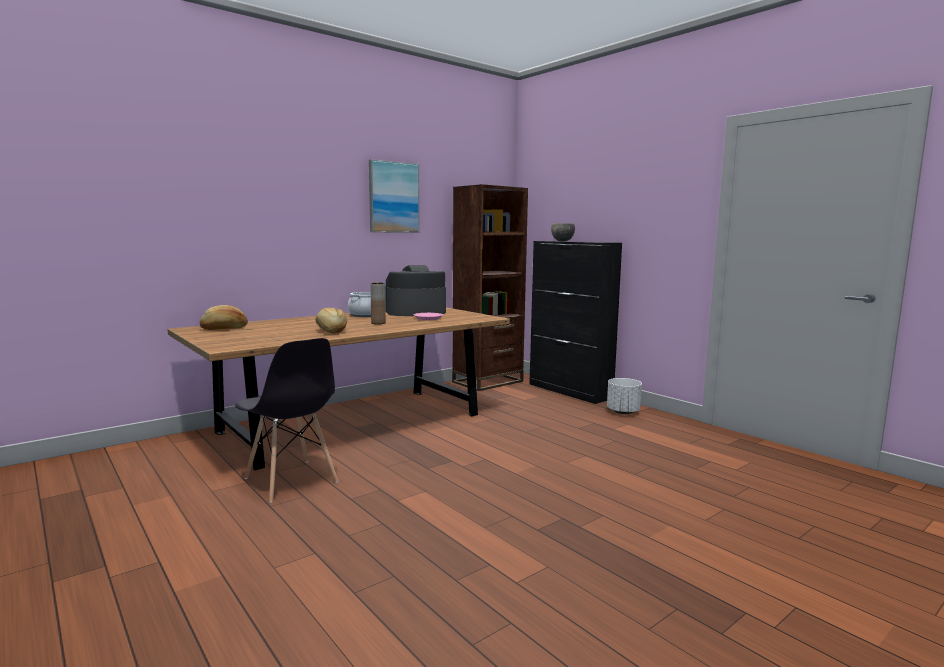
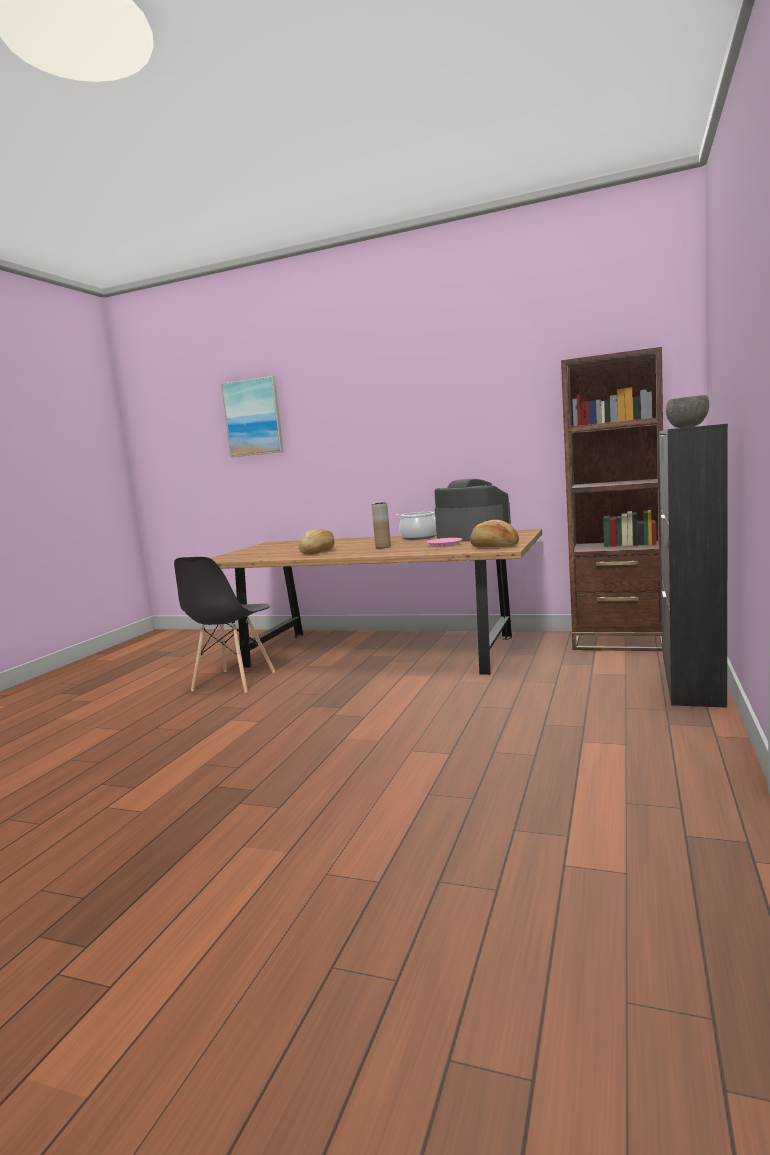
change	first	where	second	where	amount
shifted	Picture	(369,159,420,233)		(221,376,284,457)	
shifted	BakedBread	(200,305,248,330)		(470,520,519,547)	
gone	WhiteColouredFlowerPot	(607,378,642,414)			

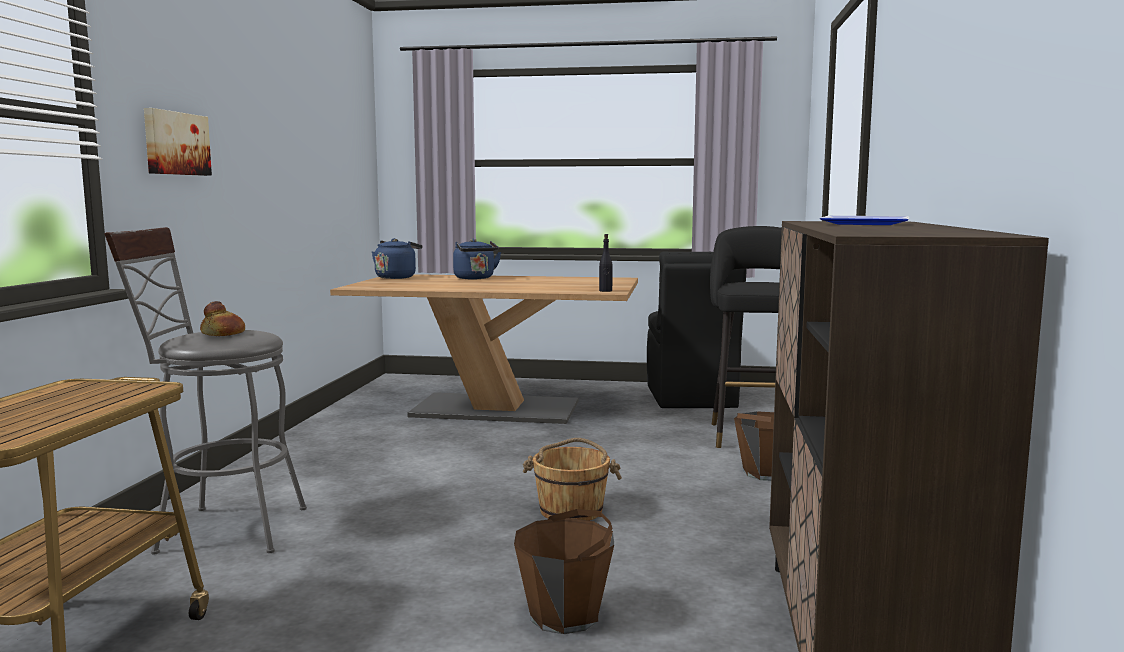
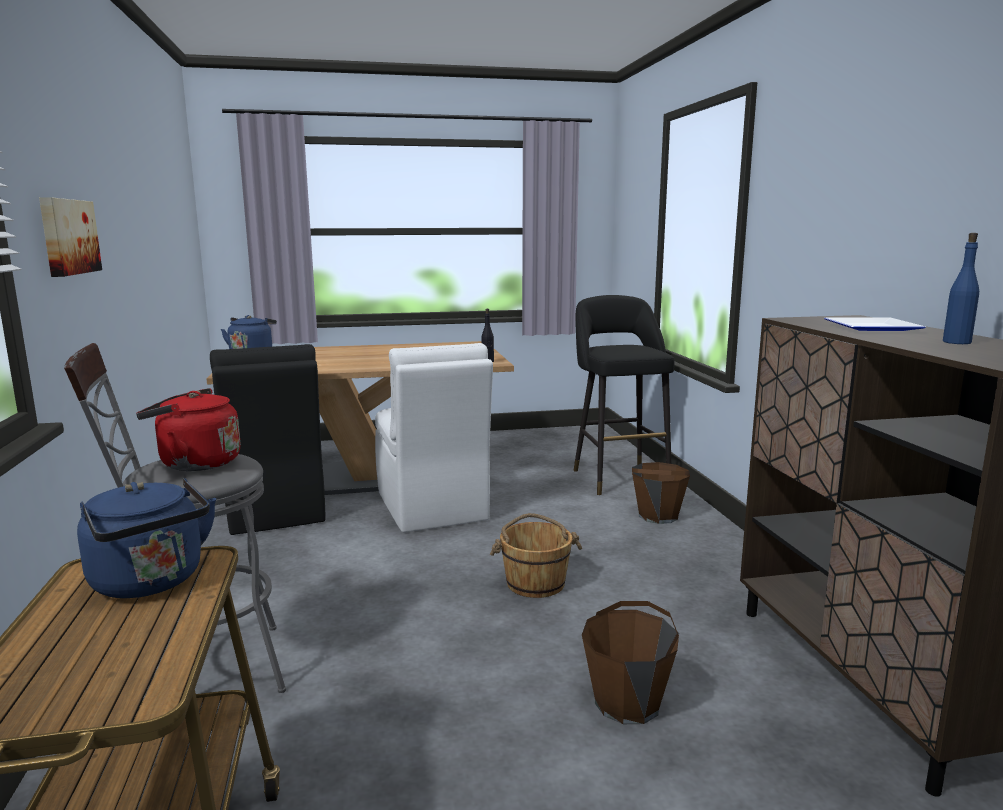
change	first	where	second	where	amount
shifted	BlueColouredKettle	(453,239,501,279)		(77,478,216,598)	
swapped	BakedBread	(200,301,245,336)	RedColouredKettle	(136,388,241,471)	
shifted	BlackColouredChair	(647,251,747,408)		(210,344,326,535)	
new			WhiteColouredChair	(375,343,493,532)	
new			BlueColouredDrinkBottle	(943,233,979,344)	

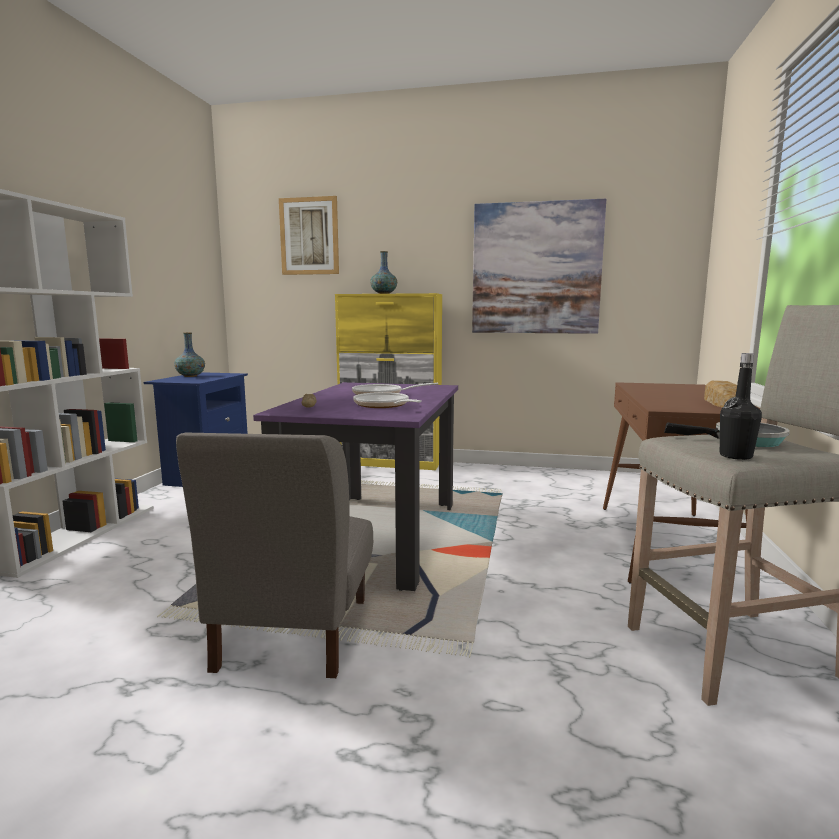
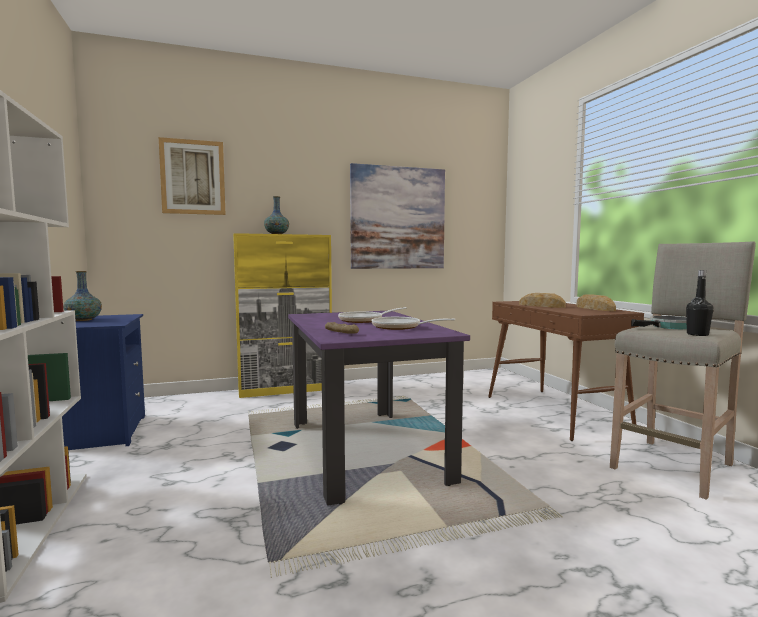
change	first	where	second	where	amount
new			BakedBread	(519,293,566,308)	
gone	GrayChair	(176,433,373,678)			

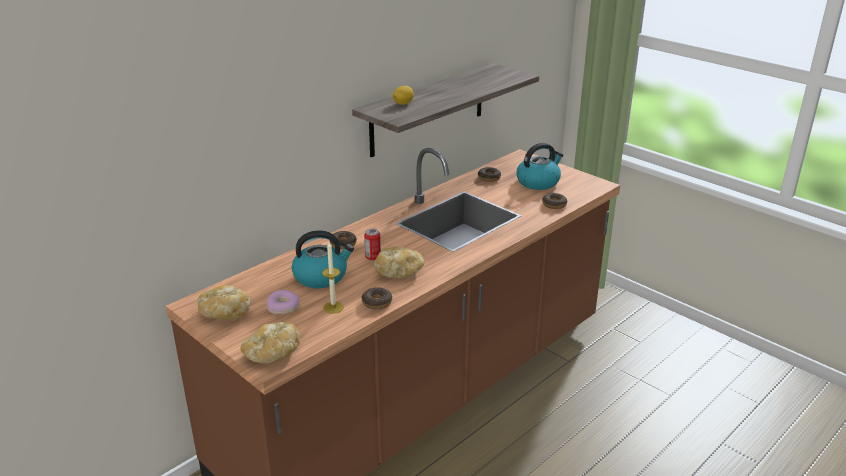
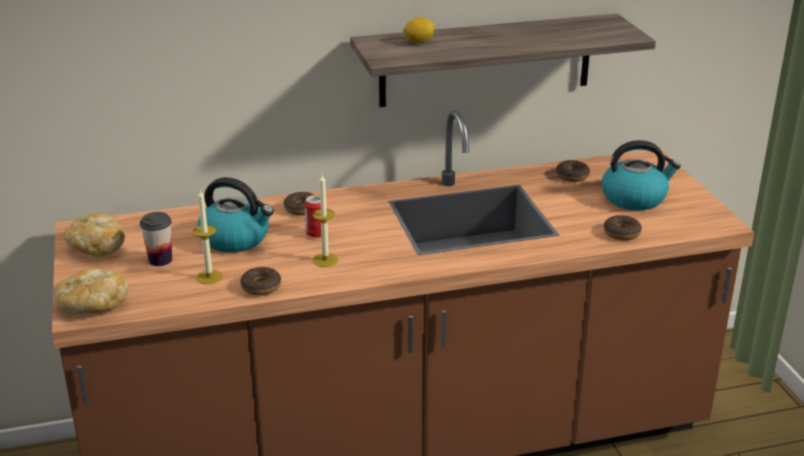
change	first	where	second	where	amount
swapped	Donut	(267,290,300,314)	DrinkingCup	(140,212,172,266)	
swapped	BakedBread	(374,247,424,279)	WaxCandle	(313,175,338,267)	

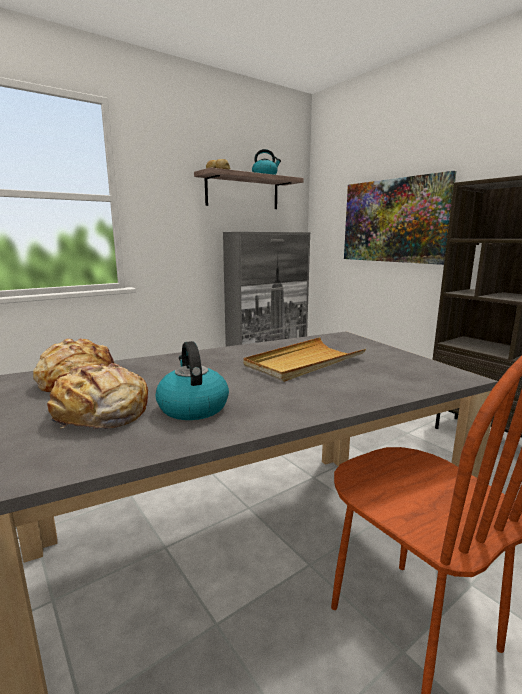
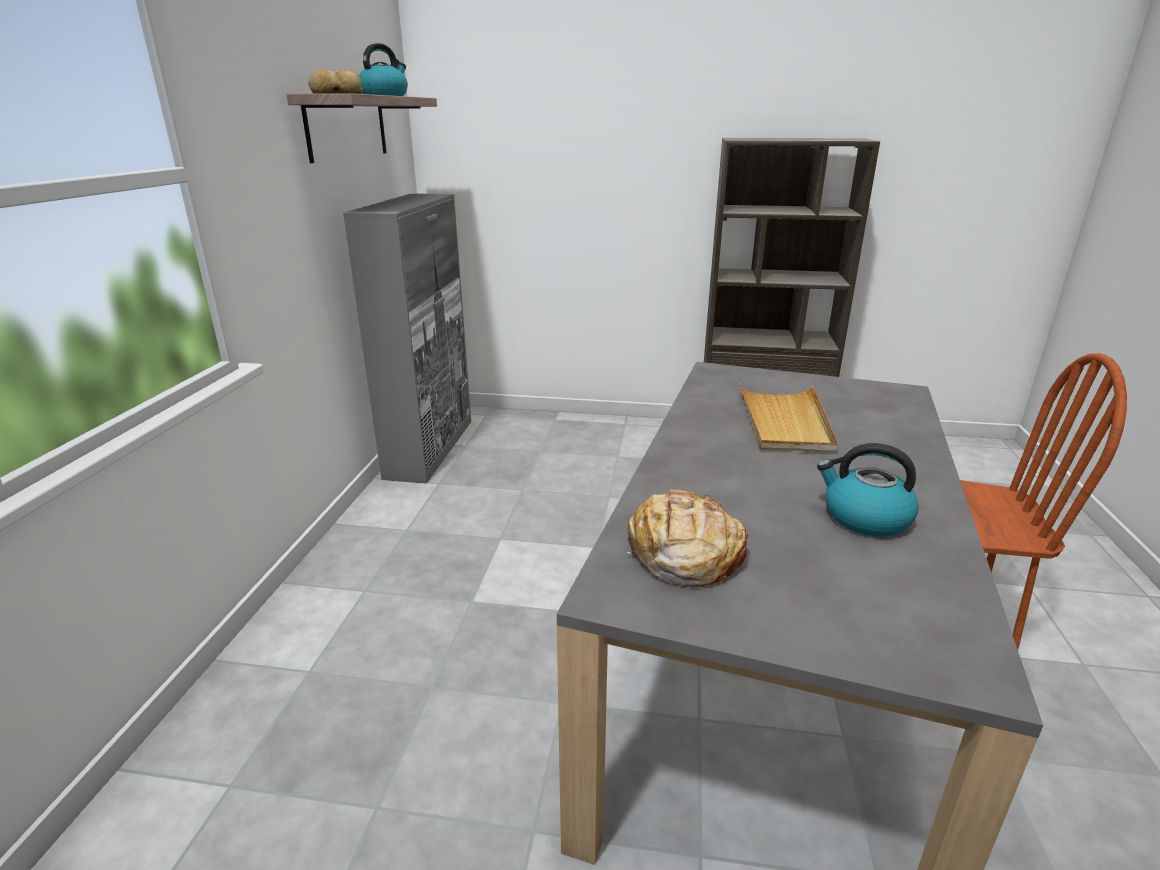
change	first	where	second	where	amount
gone	BakedBread	(47,363,148,429)			
gone	Picture	(344,171,456,265)			

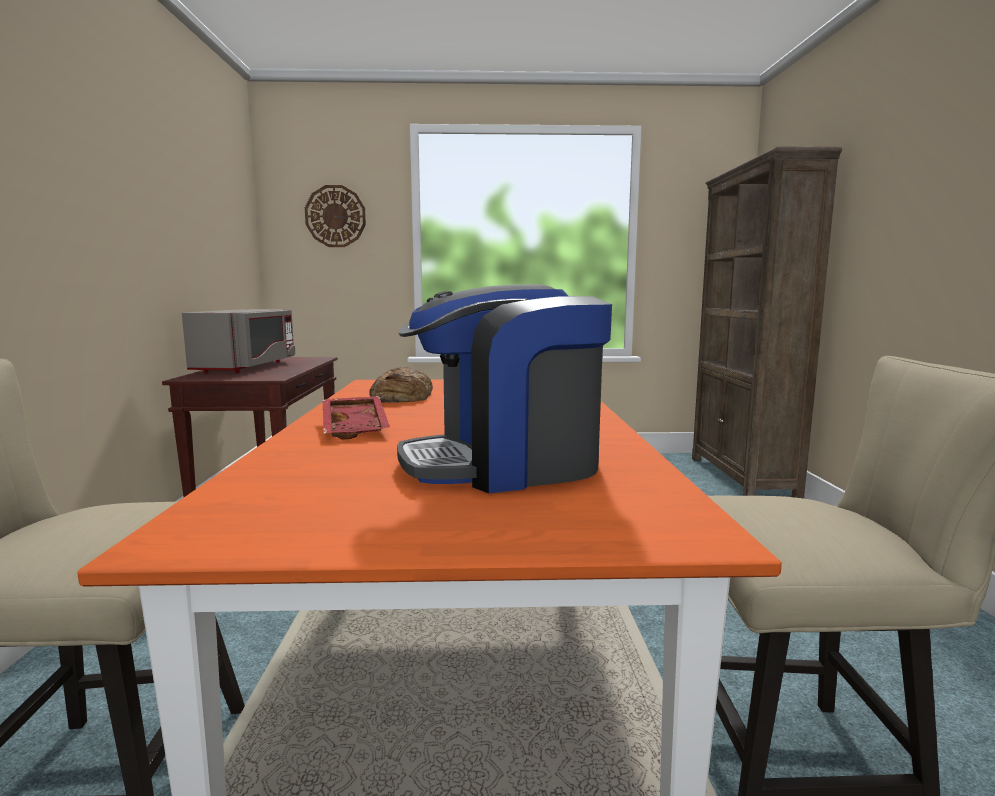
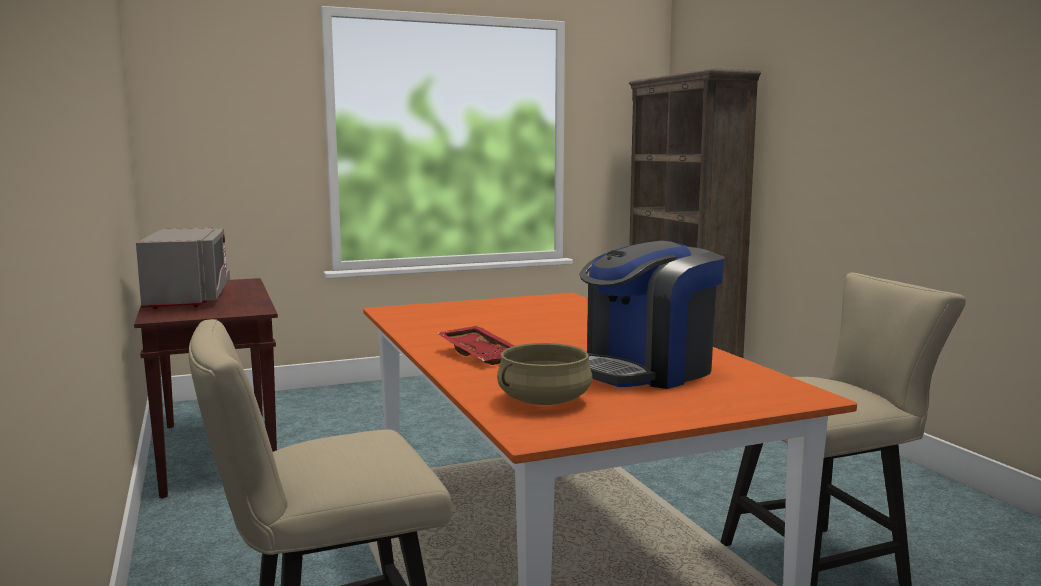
change	first	where	second	where	amount
new			BeigeStockpot	(497,343,593,405)	
gone	ClockOnTheWall	(305,185,366,247)			
gone	BakedBread	(369,367,433,403)			

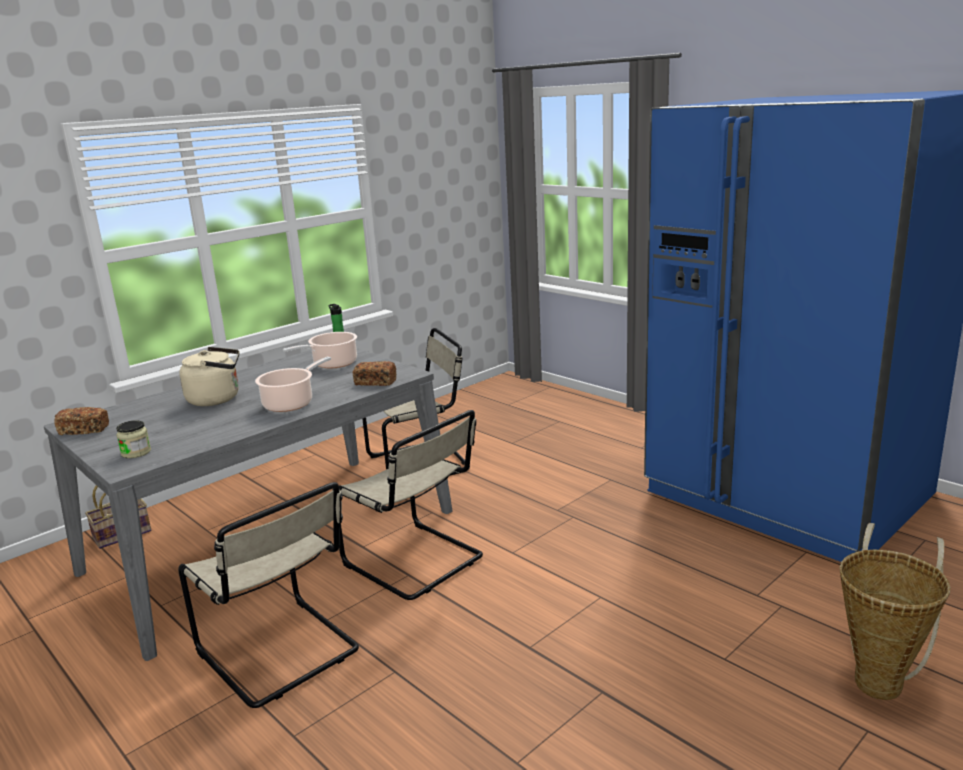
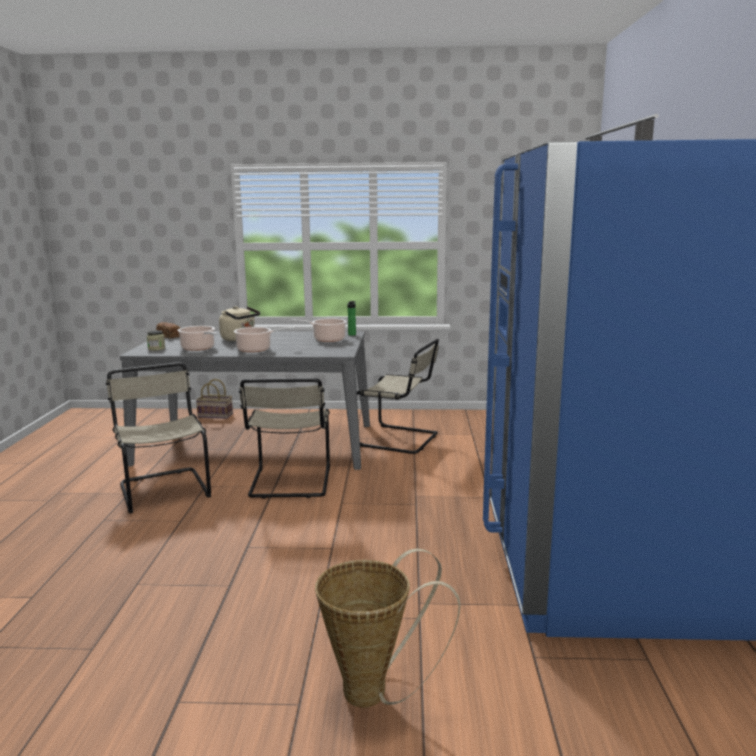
change	first	where	second	where	amount
rotated	BeigeChair	(178,482,359,708)		(106,362,211,513)	150 degrees clockwise
new			Stockpot	(177,326,217,351)	
gone	BakedBread	(353,361,396,386)			

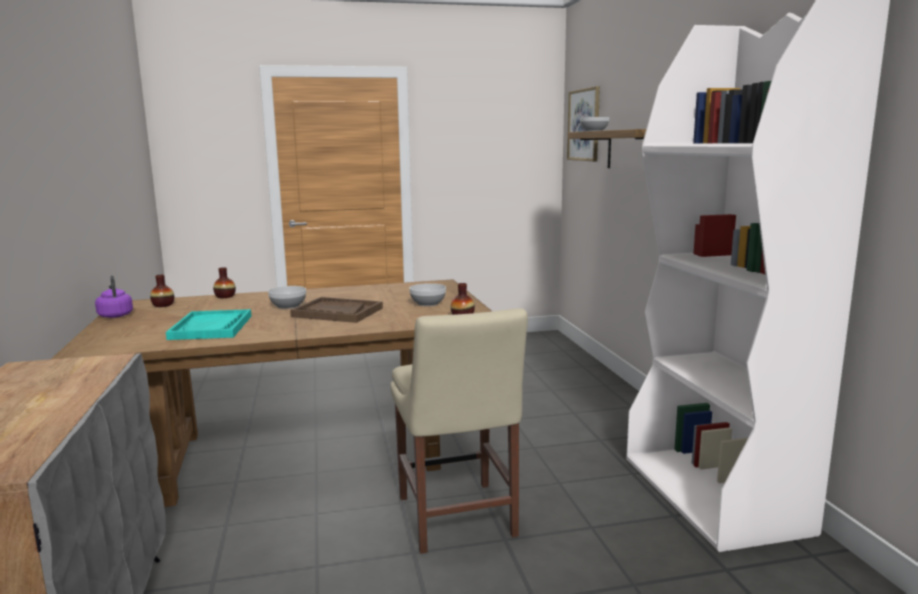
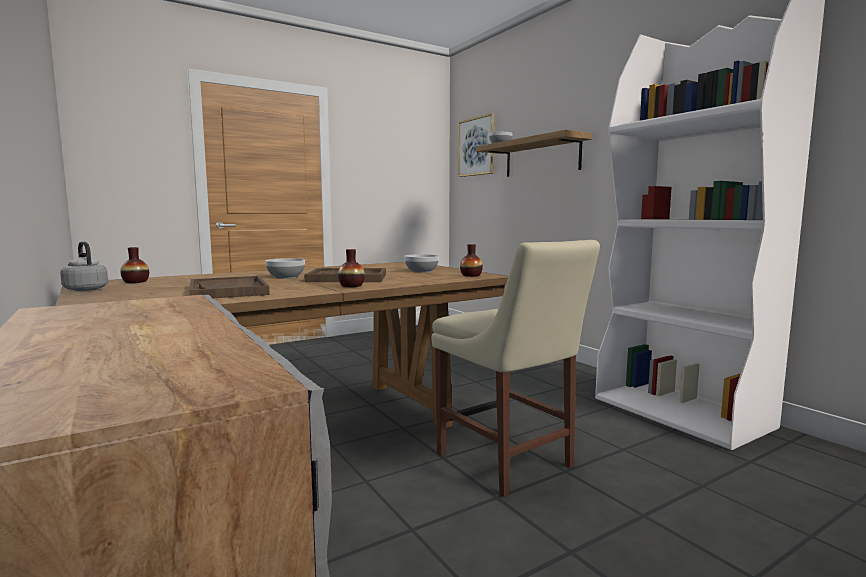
change	first	where	second	where	amount
repainted	PurpleColouredKettle	(95,275,133,318)	GrayKettle	(60,241,108,291)	
repainted	TurquoiseServingTray	(166,309,252,340)	BrownColouredServingTray	(189,276,270,298)	
shifted	FlowerVase	(213,267,236,298)		(338,249,365,287)	

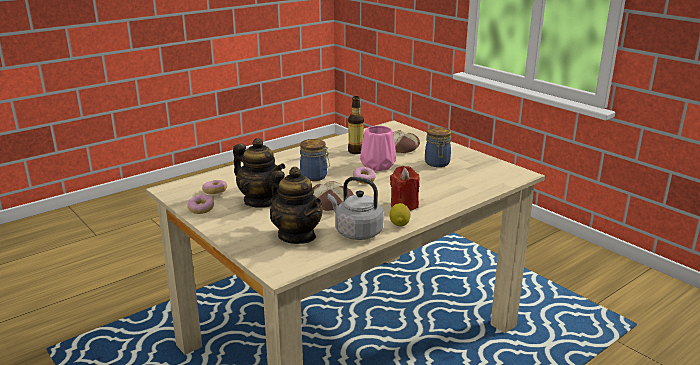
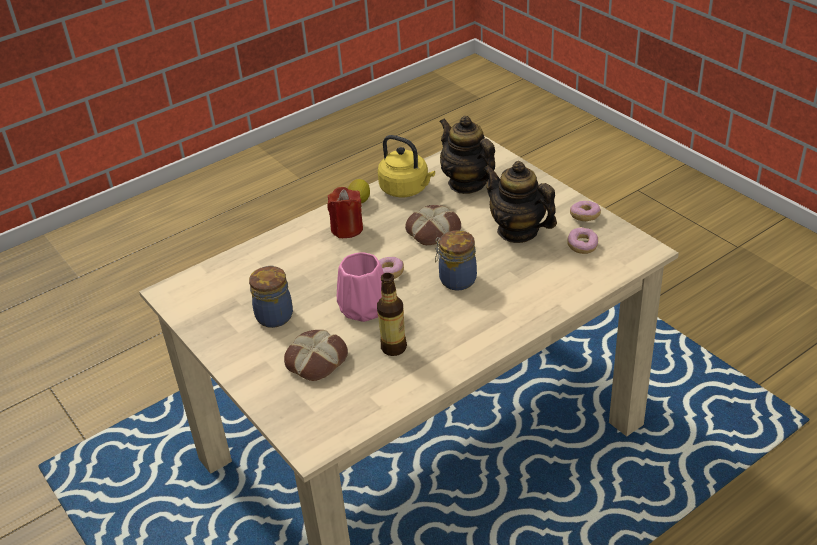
change	first	where	second	where	amount
repainted	GrayKettle	(327,177,384,240)	YellowColouredKettle	(378,135,435,197)	

